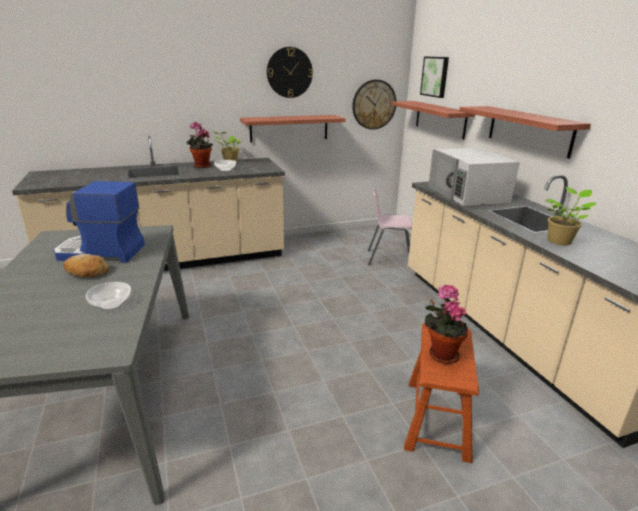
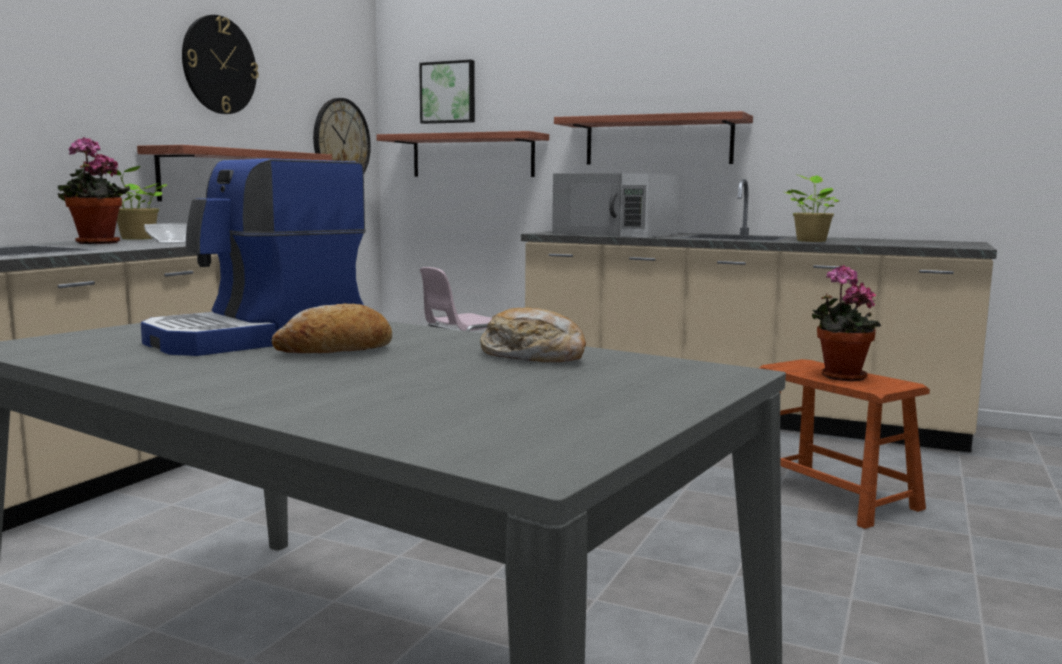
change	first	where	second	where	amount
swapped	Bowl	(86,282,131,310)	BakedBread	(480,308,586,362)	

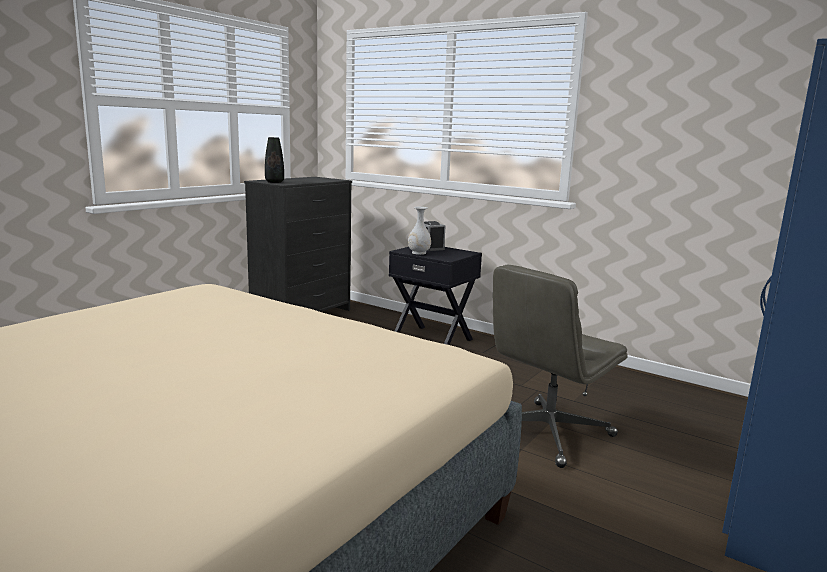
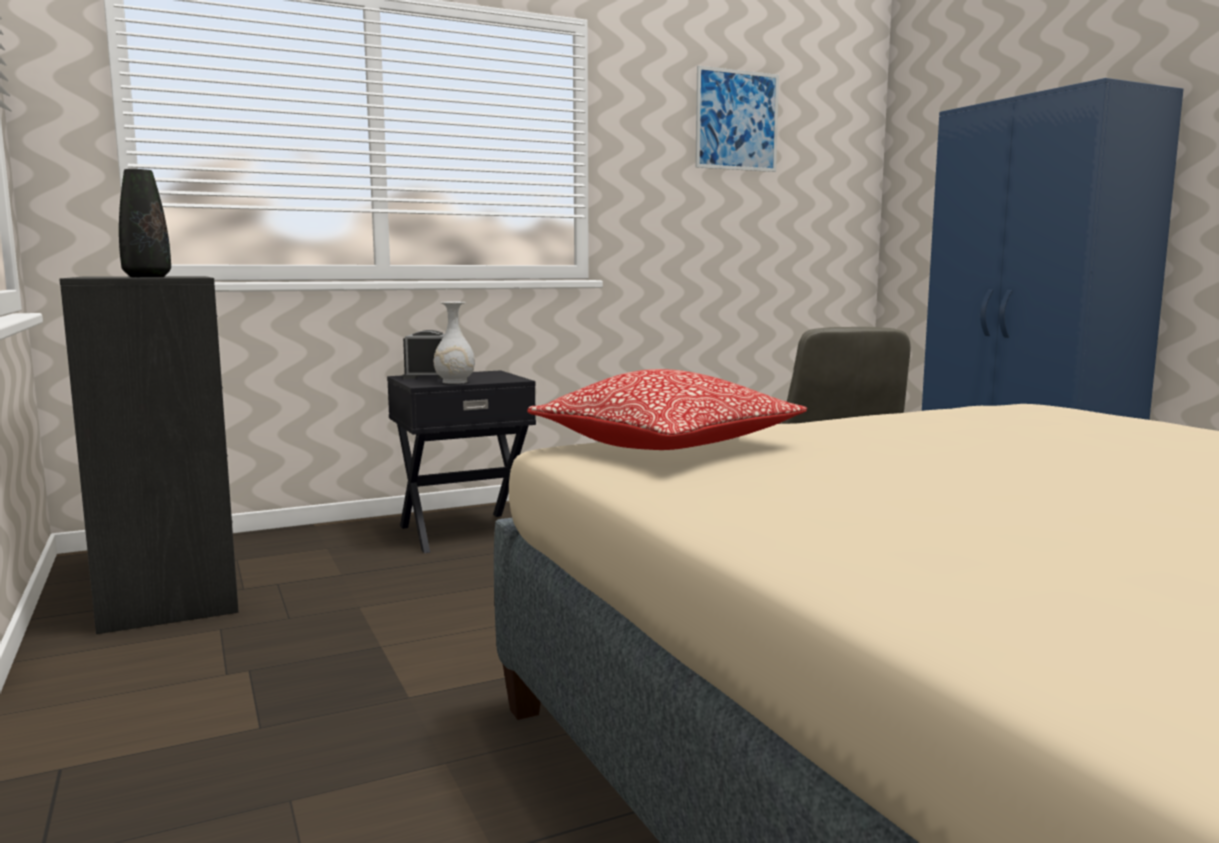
change	first	where	second	where	amount
new			ThrowPillow	(527,369,808,450)	
new			Picture	(695,66,779,172)	

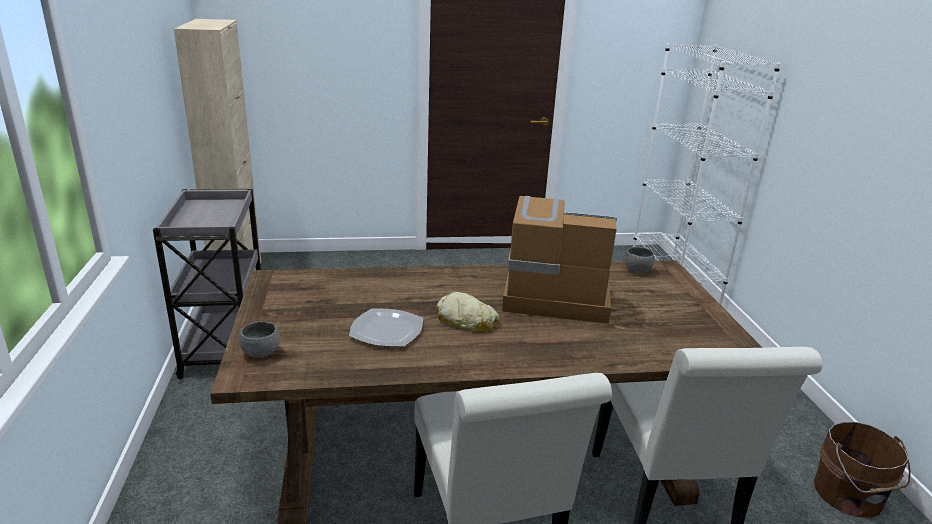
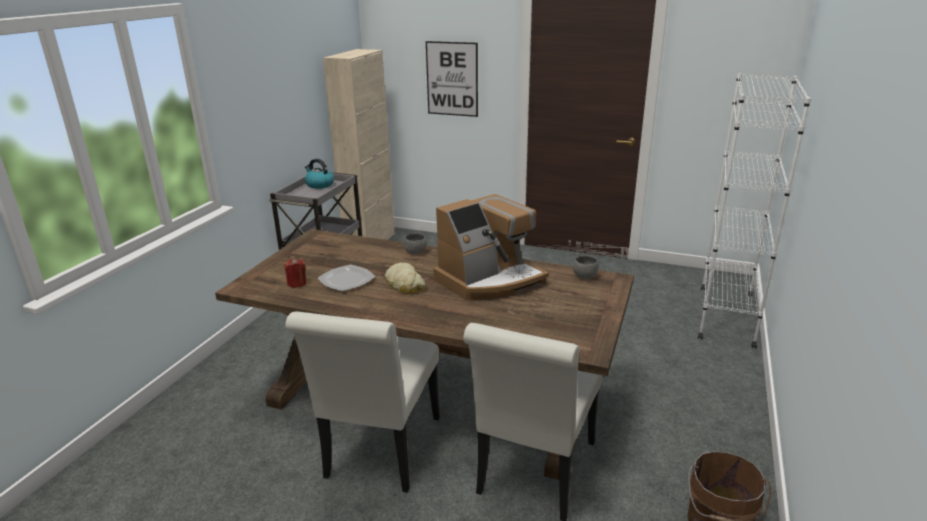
change	first	where	second	where	amount
new			RedColouredWaxCandle	(284,258,306,288)	
new			Kettle	(305,159,334,189)	
shifted	GrayBowl	(240,321,280,358)		(403,233,427,254)	
new			Picture	(426,41,478,117)	
rotated	CoffeeBrewer	(502,196,617,324)		(433,194,549,300)	105 degrees clockwise

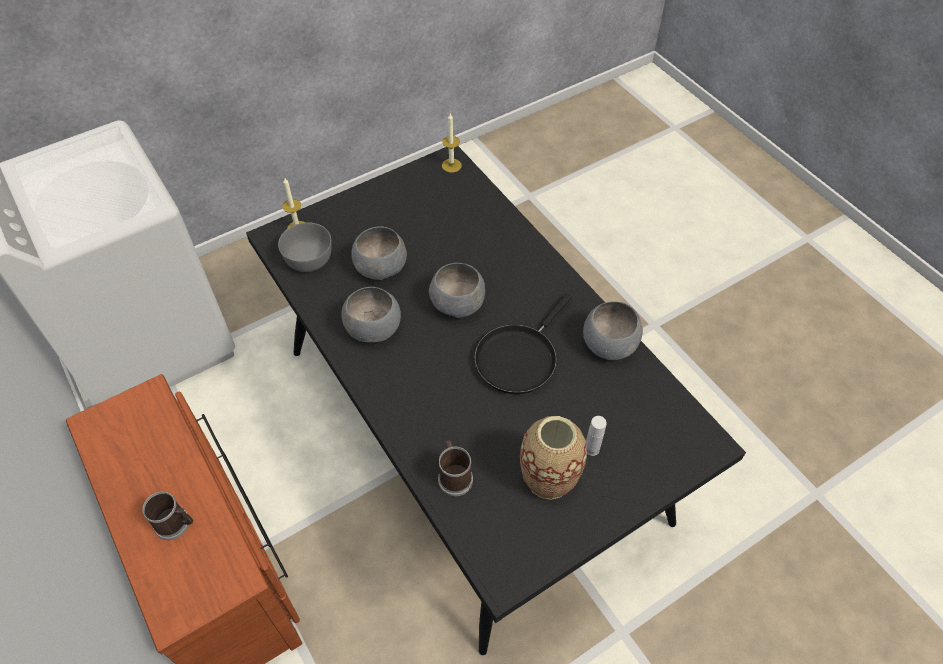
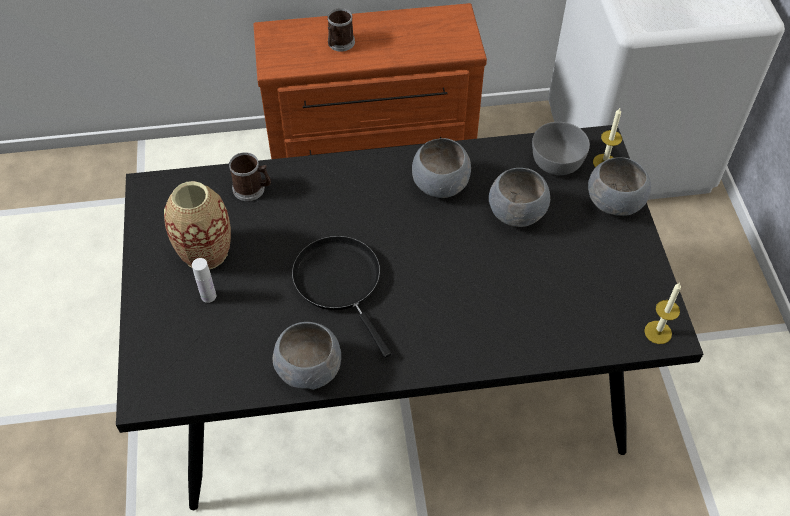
change	first	where	second	where	amount
shifted	GrayBowl	(429,263,485,318)		(588,157,651,216)	

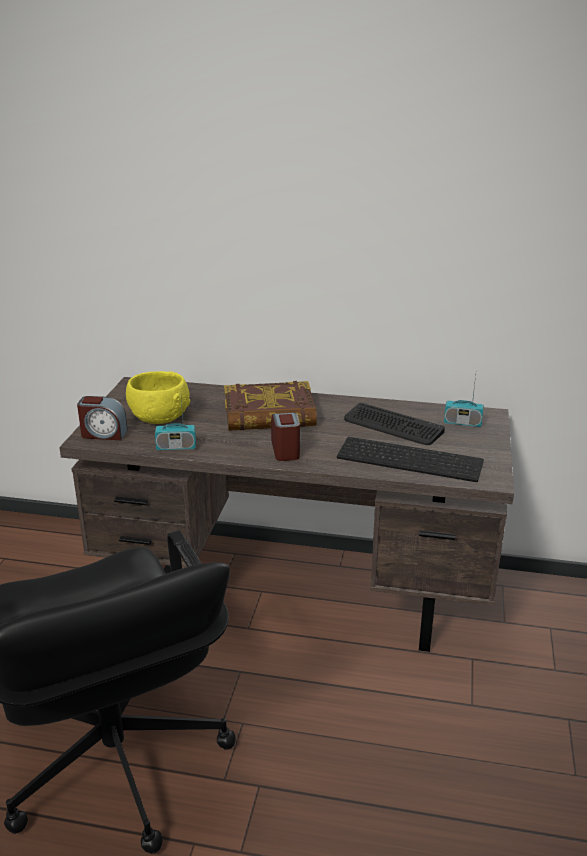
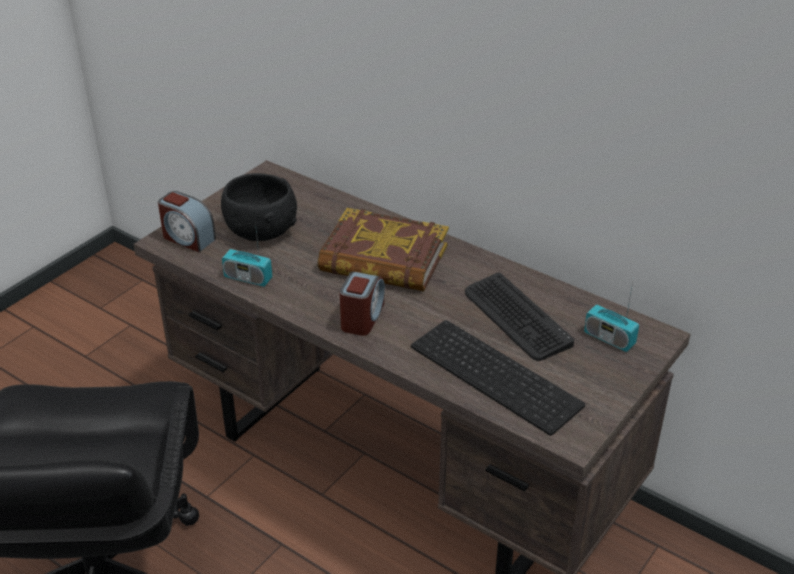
change	first	where	second	where	amount
repainted	YellowColouredBowl	(126,371,190,424)	BlackColouredBowl	(221,173,297,241)	

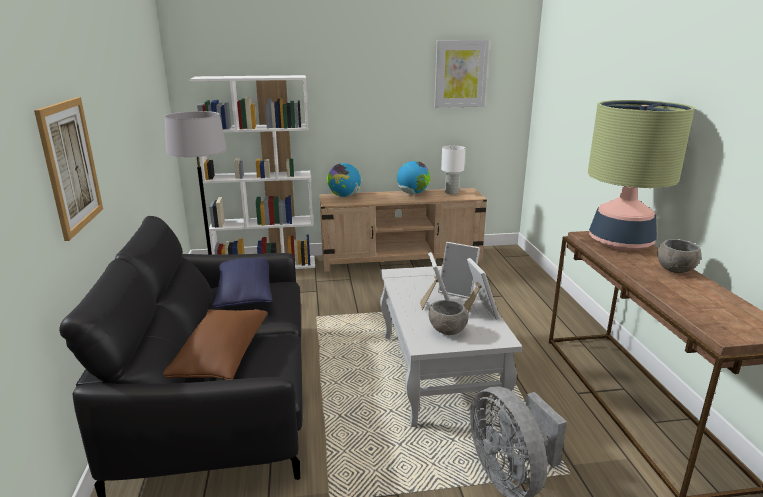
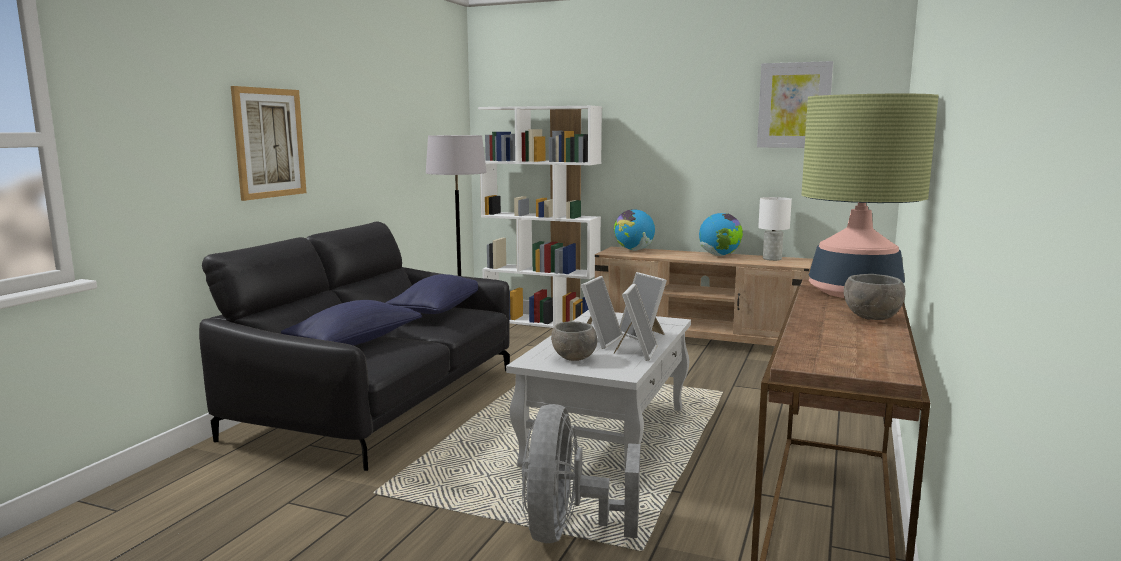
change	first	where	second	where	amount
repainted	BrownColouredThrowPillow	(163,309,267,380)	BlueColouredThrowPillow	(281,300,422,346)	

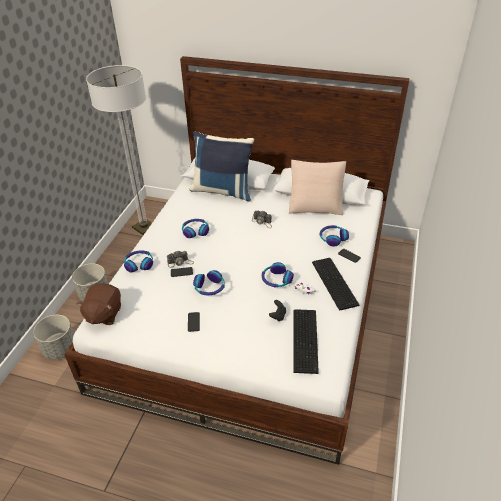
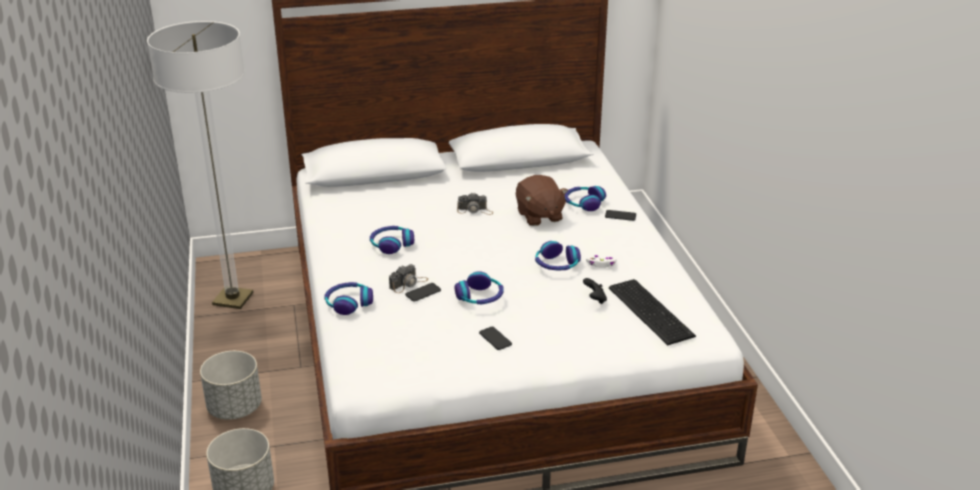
change	first	where	second	where	amount
shifted	BrownColouredPlushToy	(77,284,121,325)		(516,175,568,226)	
gone	BlueColouredThrowPillow	(189,131,254,201)			
gone	BeigeThrowPillow	(289,160,346,215)			
gone	Keyboard	(312,258,360,311)			

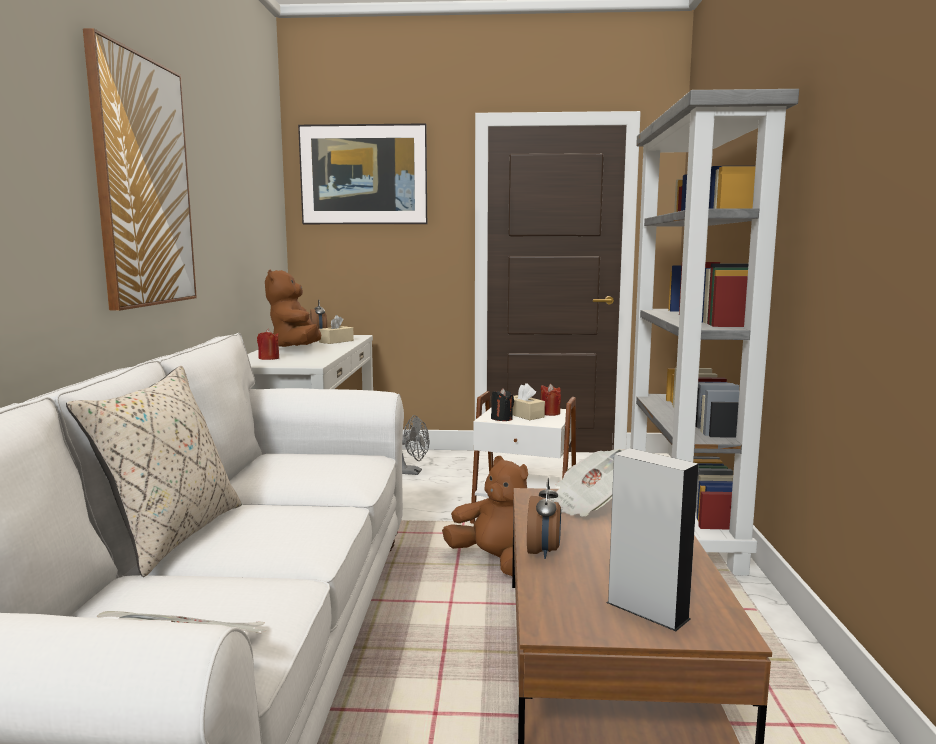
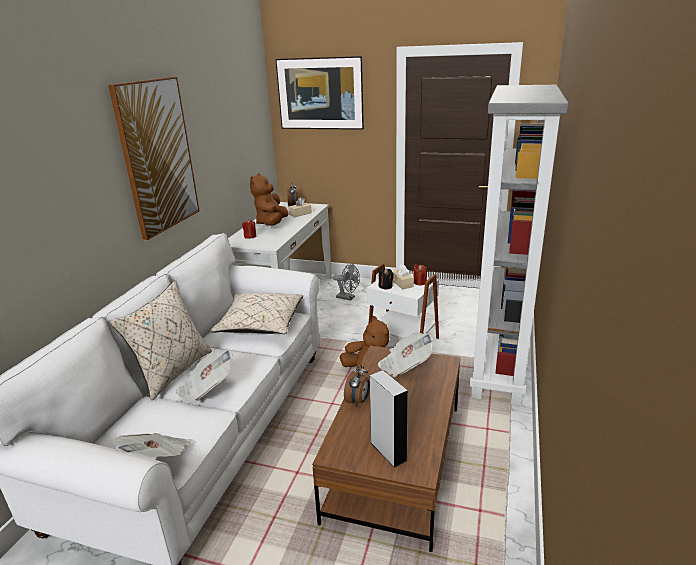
change	first	where	second	where	amount
new			PrintedPaper	(176,349,233,403)	
new			BeigeThrowPillow	(210,293,303,334)	

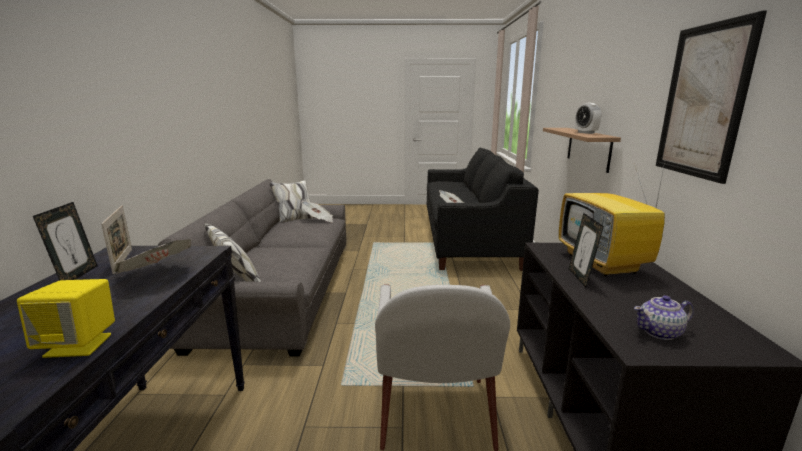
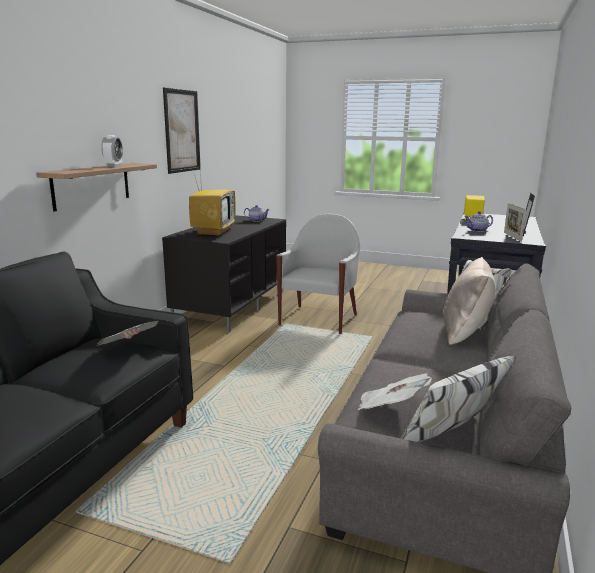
change	first	where	second	where	amount
new			BeigeThrowPillow	(443,257,496,345)	
swapped	PrintedPaper	(114,239,191,274)	TeaPot	(465,211,493,232)	
gone	StandingFrame	(569,213,604,288)			

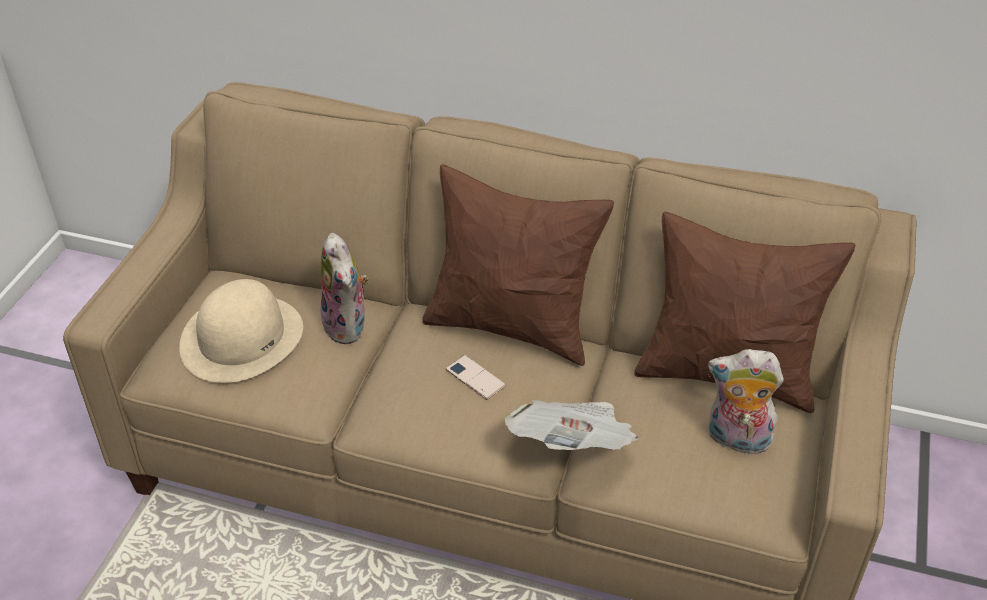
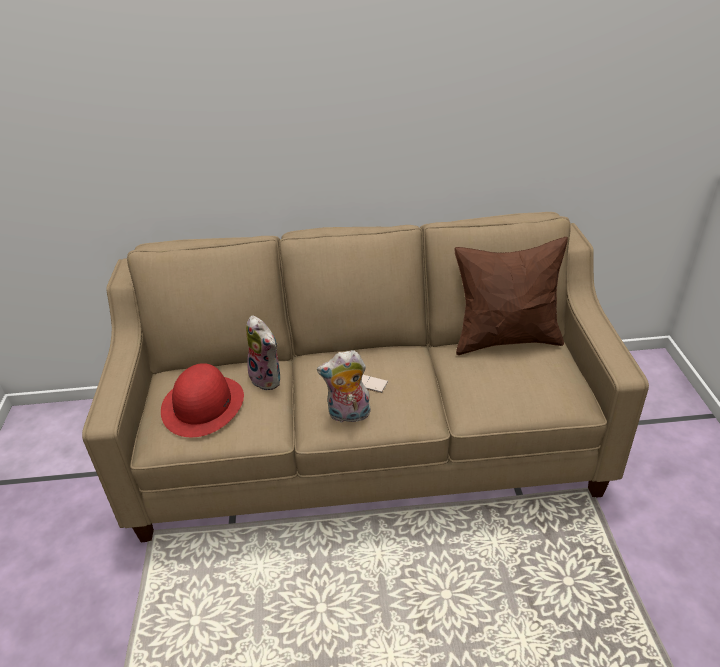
change	first	where	second	where	amount
repainted	BeigeWearableHat	(179,279,303,383)	RedColouredWearableHat	(161,363,244,437)	
shifted	PlushToy	(708,349,784,454)		(317,350,371,423)	
gone	BrownColouredThrowPillow	(422,164,614,366)			
gone	PrintedPaper	(504,400,639,450)			

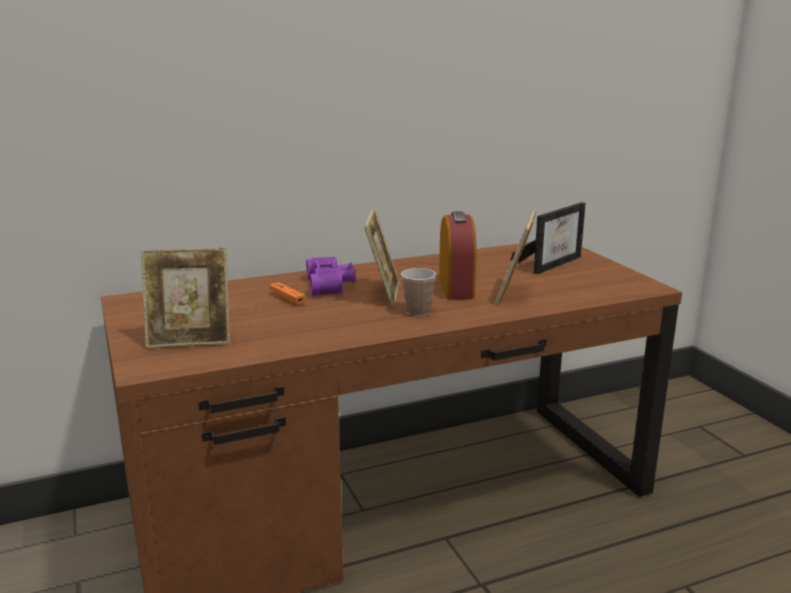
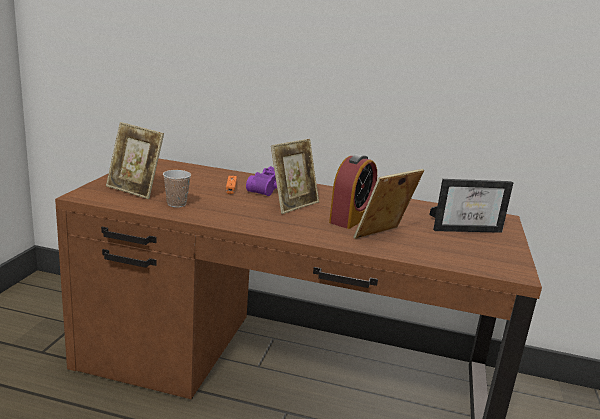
change	first	where	second	where	amount
shifted	DrinkingCup	(401,268,436,316)		(163,170,191,207)	

